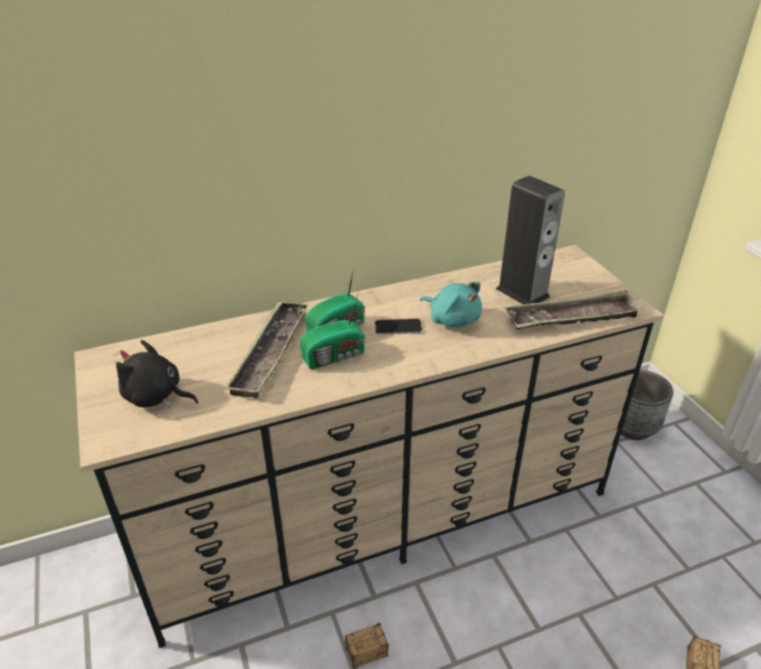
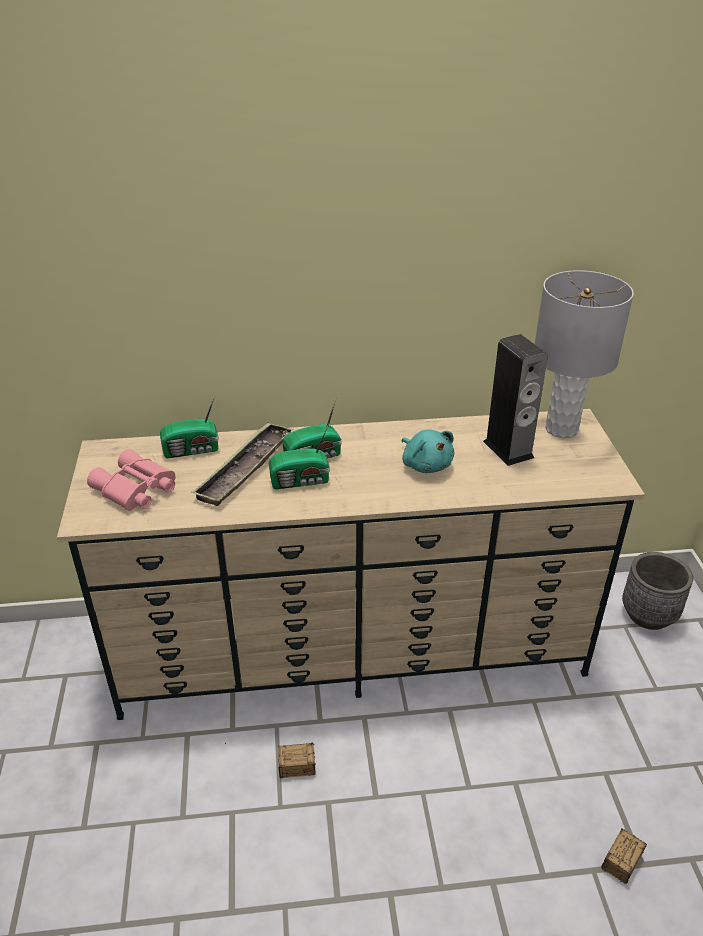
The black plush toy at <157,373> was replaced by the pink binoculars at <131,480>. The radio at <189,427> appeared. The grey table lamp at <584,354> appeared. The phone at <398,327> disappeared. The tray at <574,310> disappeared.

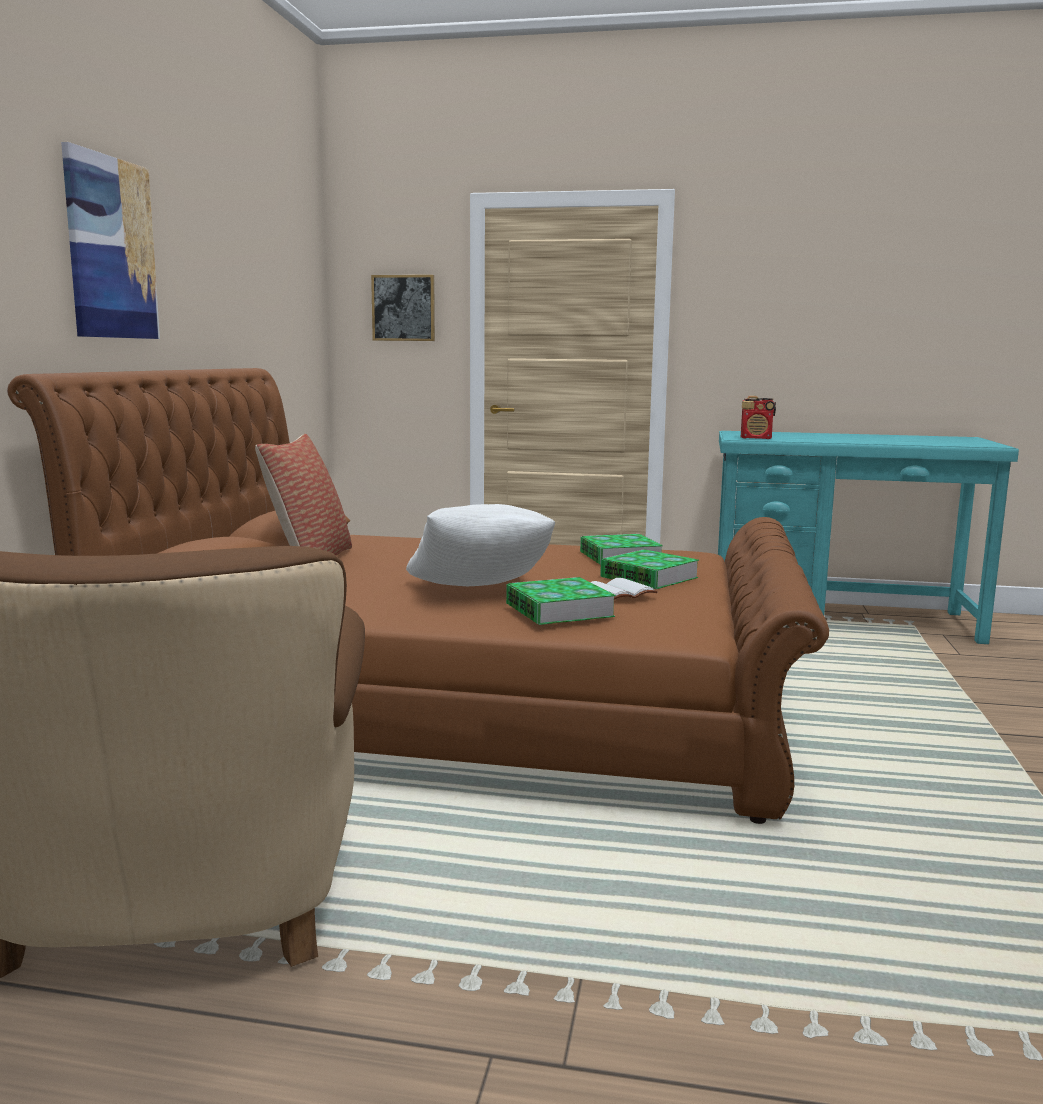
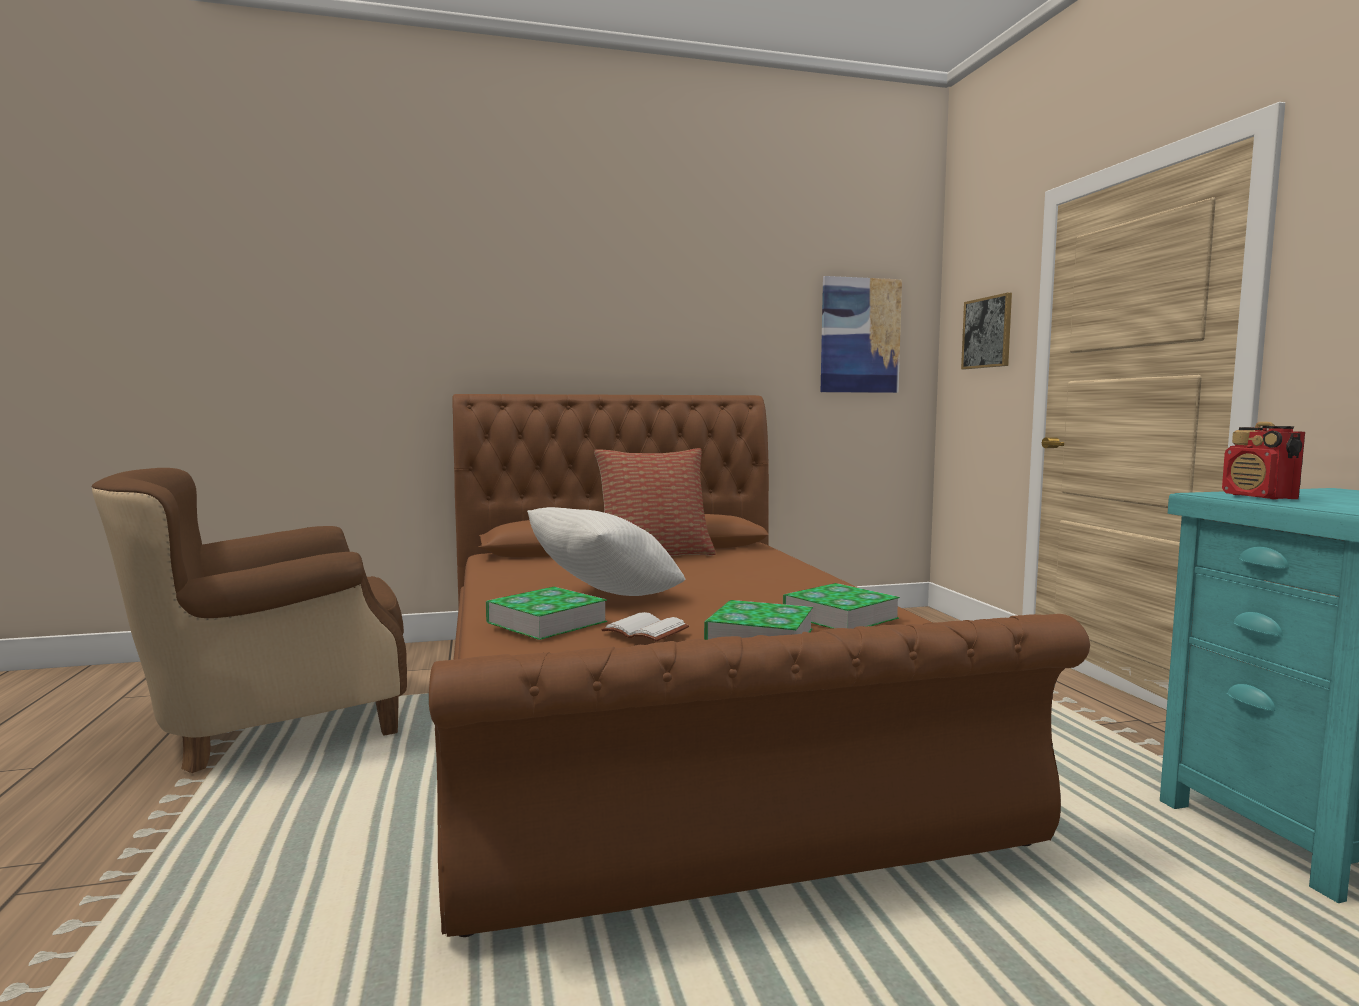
The picture moved from <110,240> to <861,334>.

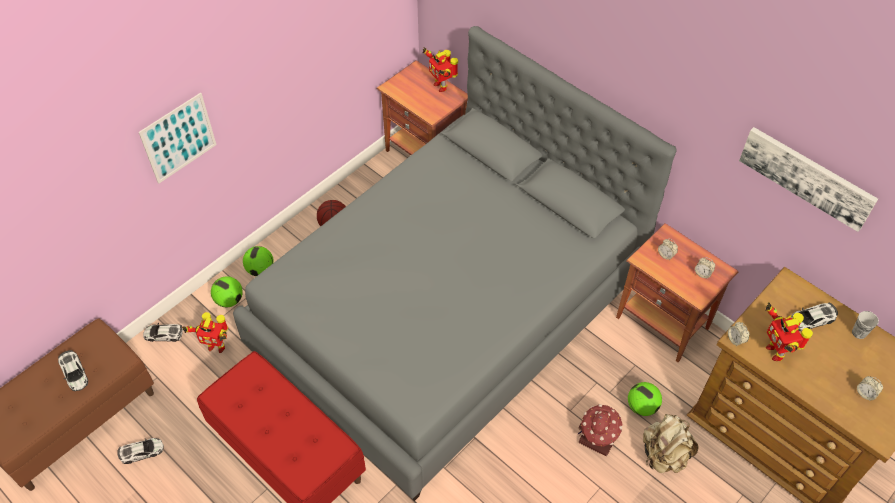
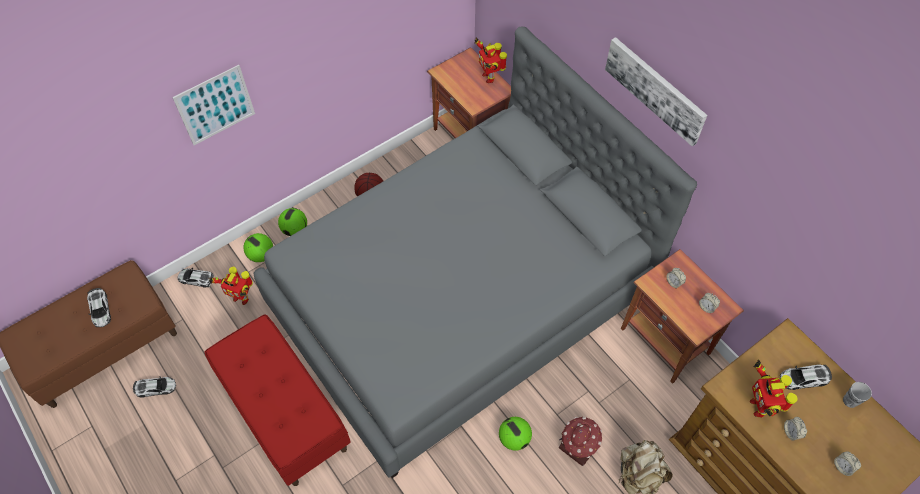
The football moved from <645,399> to <515,434>. The picture moved from <808,179> to <656,91>. The alarm clock moved from <738,334> to <795,429>.

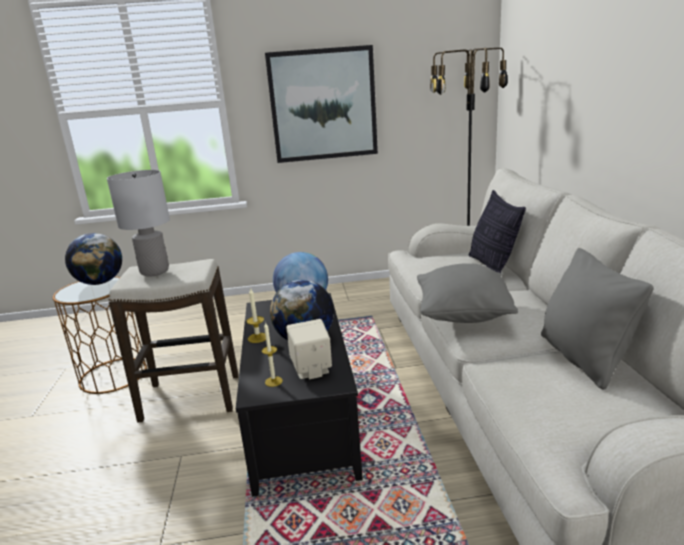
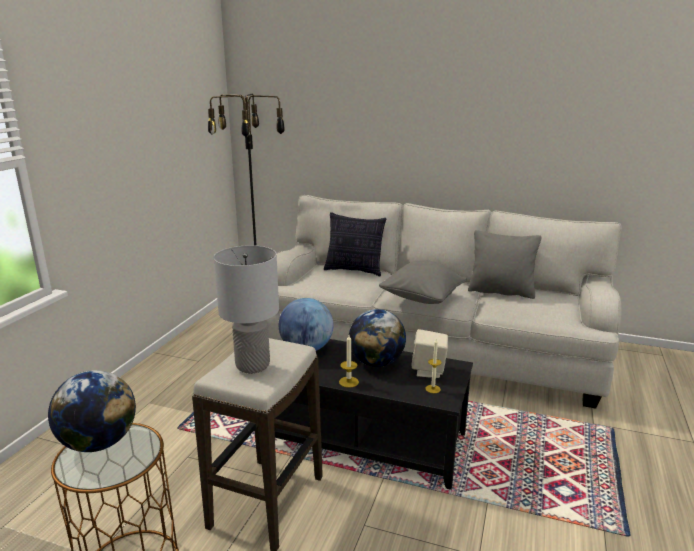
The picture at <321,104> disappeared.

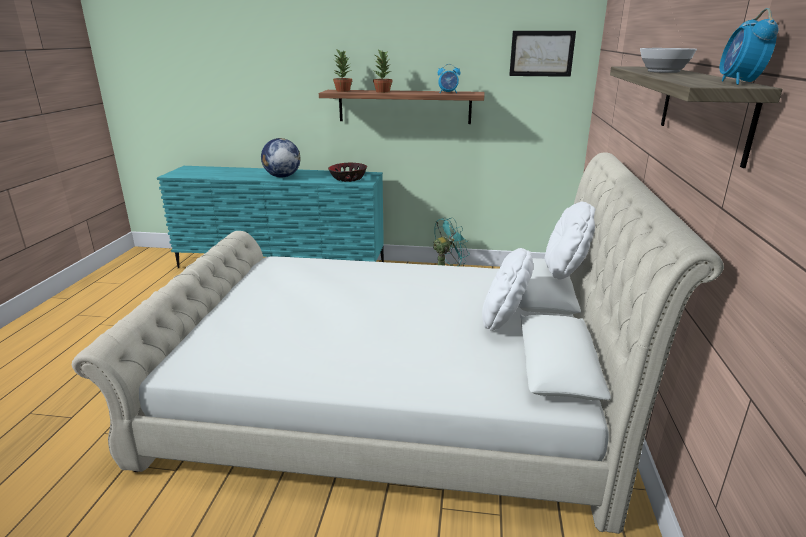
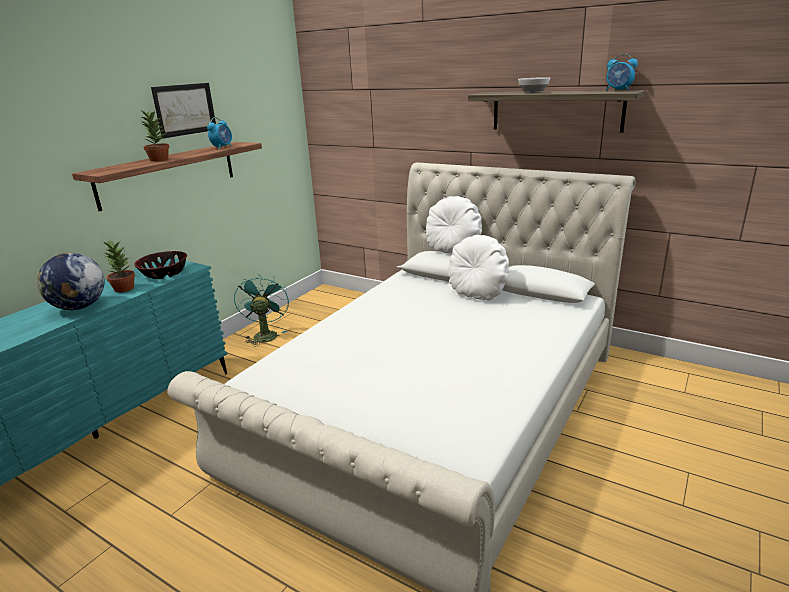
The potted plant moved from <342,71> to <118,266>. The picture moved from <542,54> to <183,111>.

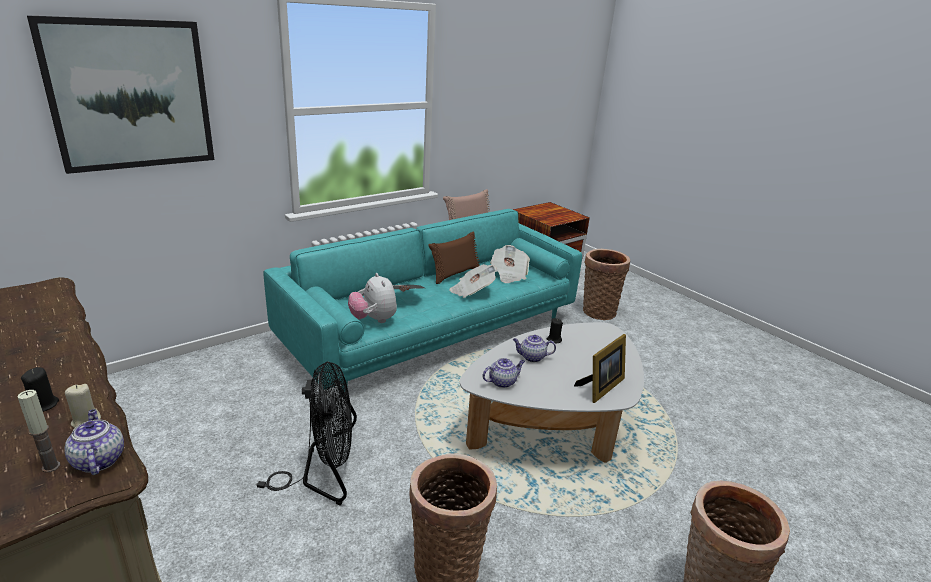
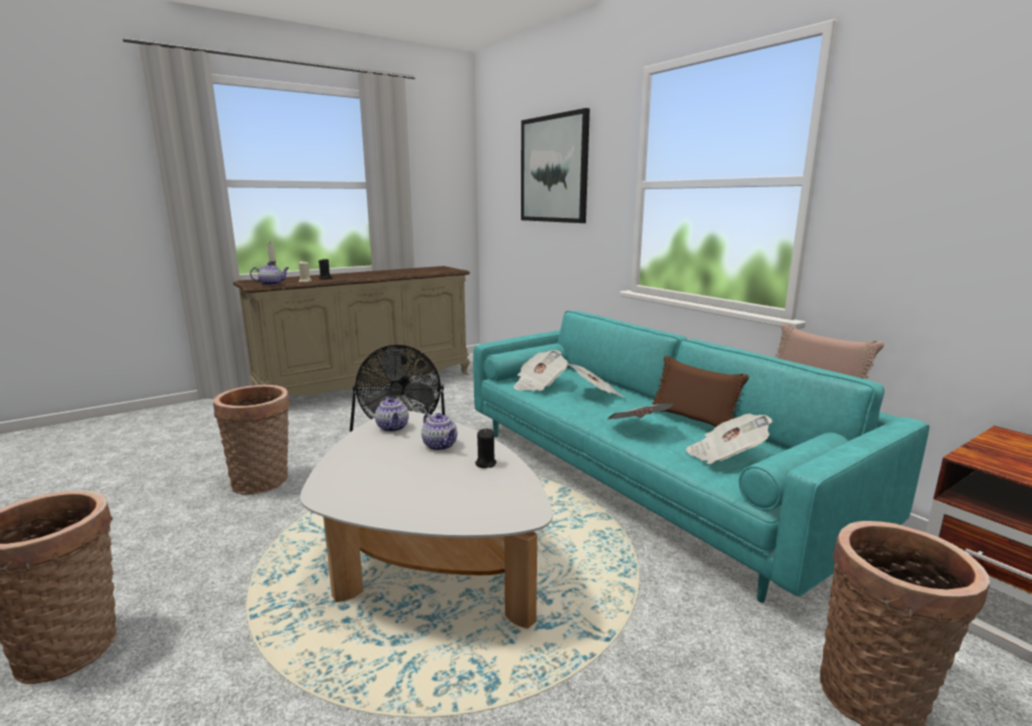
The teapot at <534,348> turned 135 degrees clockwise. The plush toy at <372,298> was replaced by the newspaper at <541,370>. The picture frame at <600,368> disappeared.

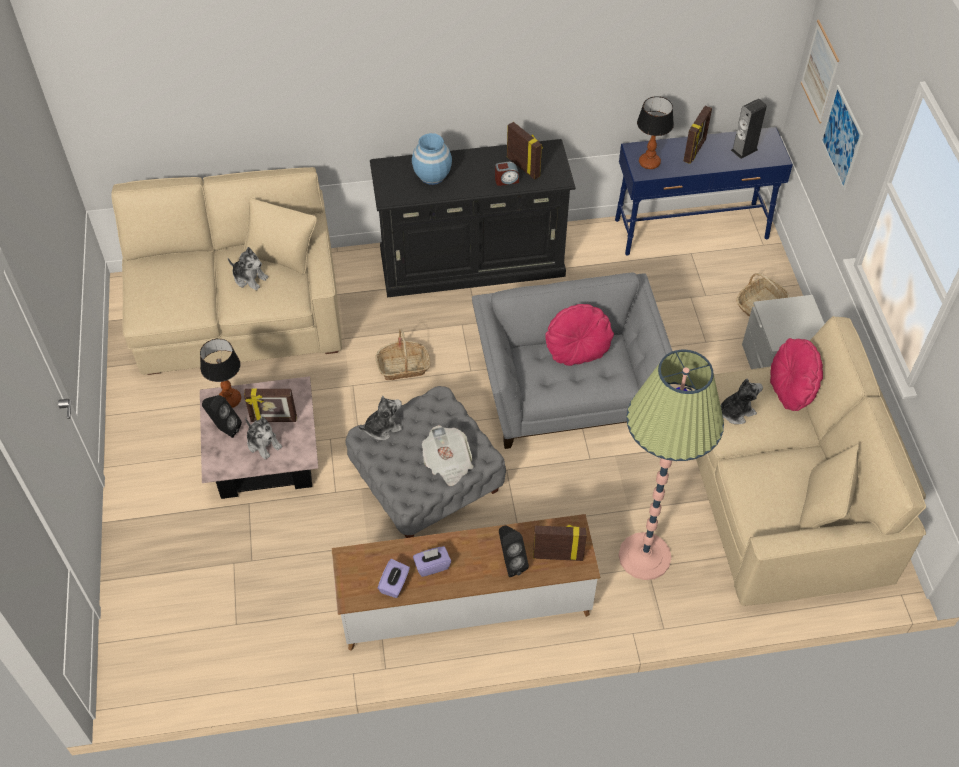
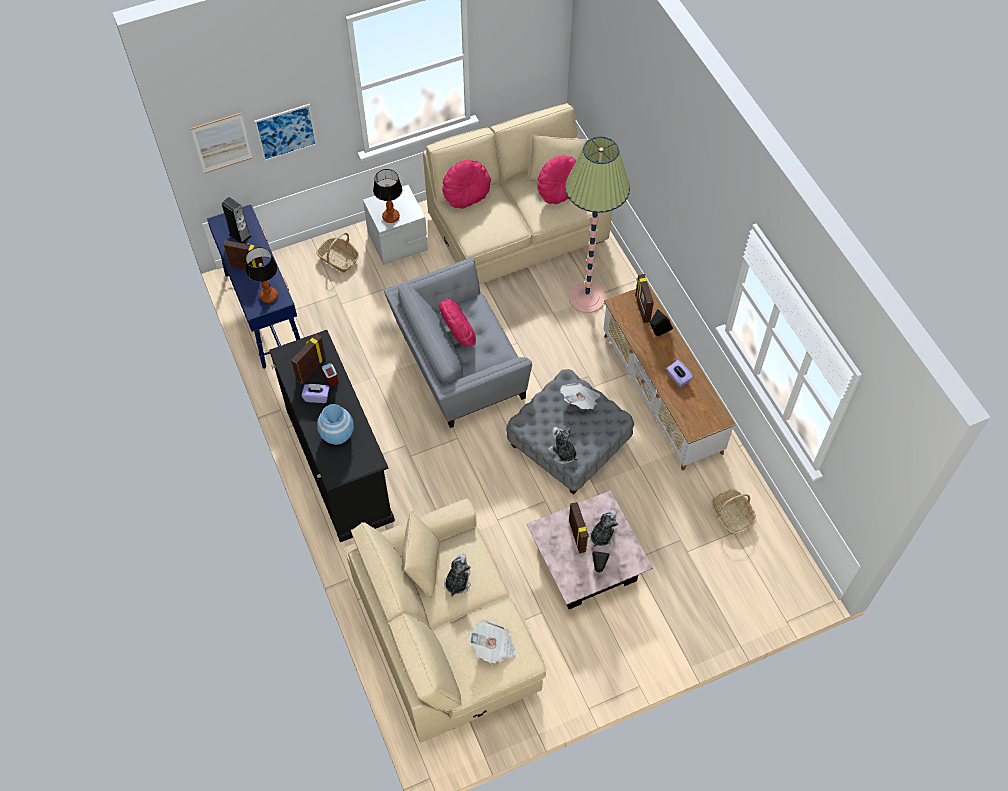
The purple tissue box moved from <394,578> to <315,393>. The table lamp moved from <220,373> to <387,196>. The newspaper at <493,642> appeared. The pink pillow at <556,179> appeared. The basket moved from <403,354> to <733,511>. The plush toy at <741,401> disappeared.

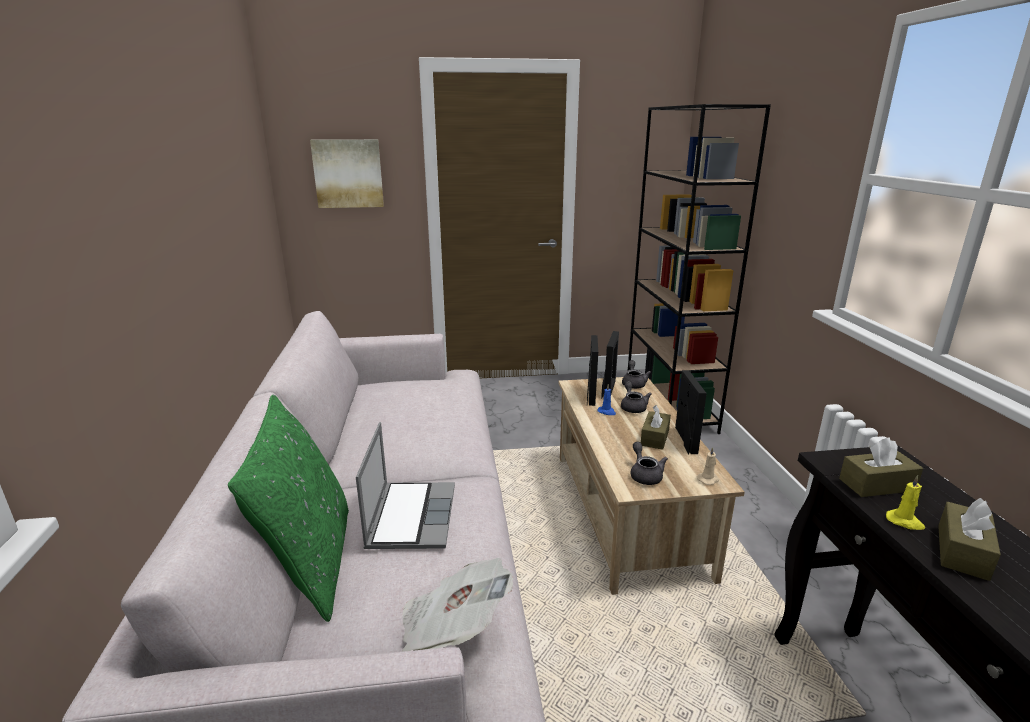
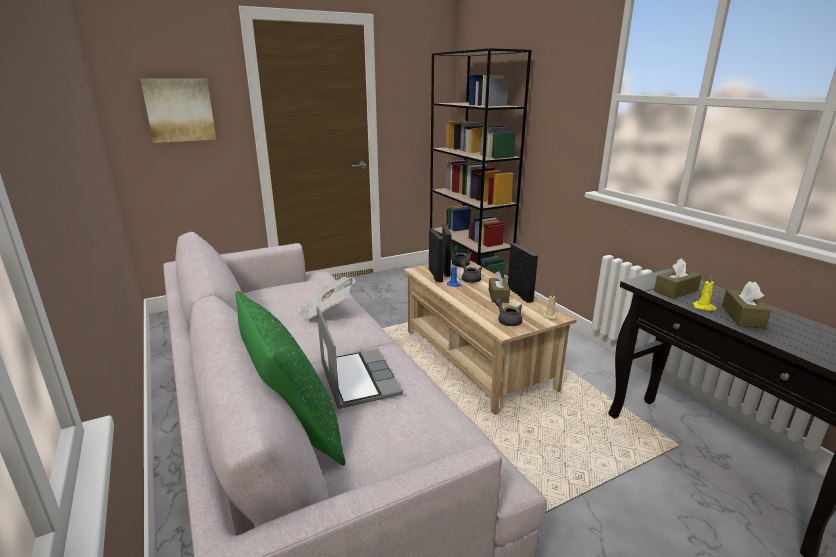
The newspaper moved from <457,605> to <326,299>.

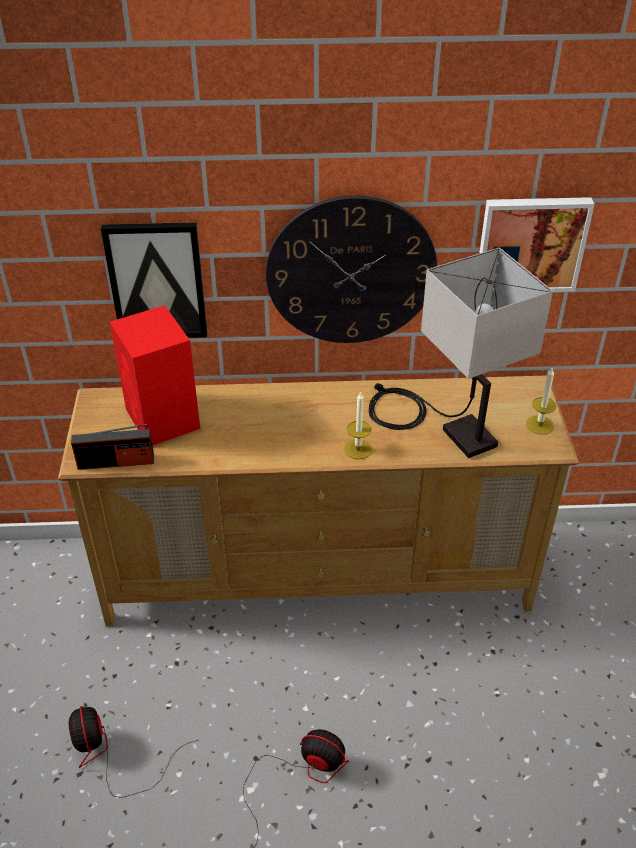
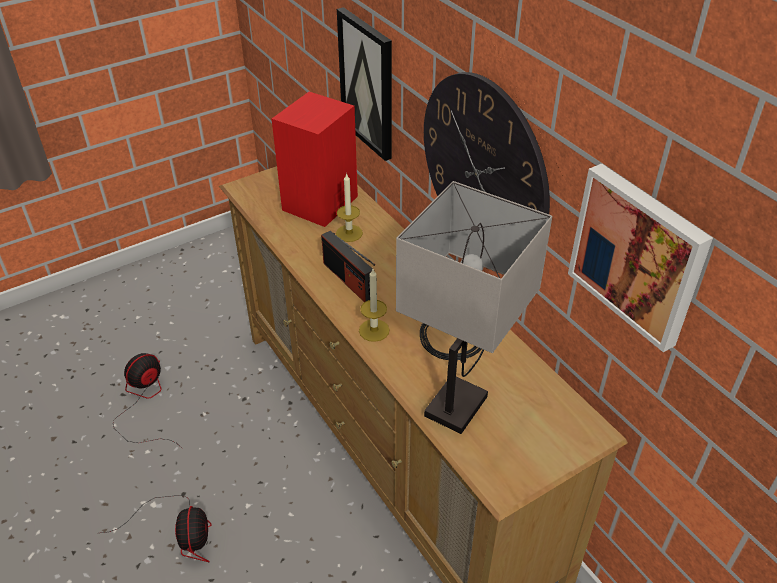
The radio moved from <112,447> to <348,266>. The candle moved from <541,401> to <349,207>.

